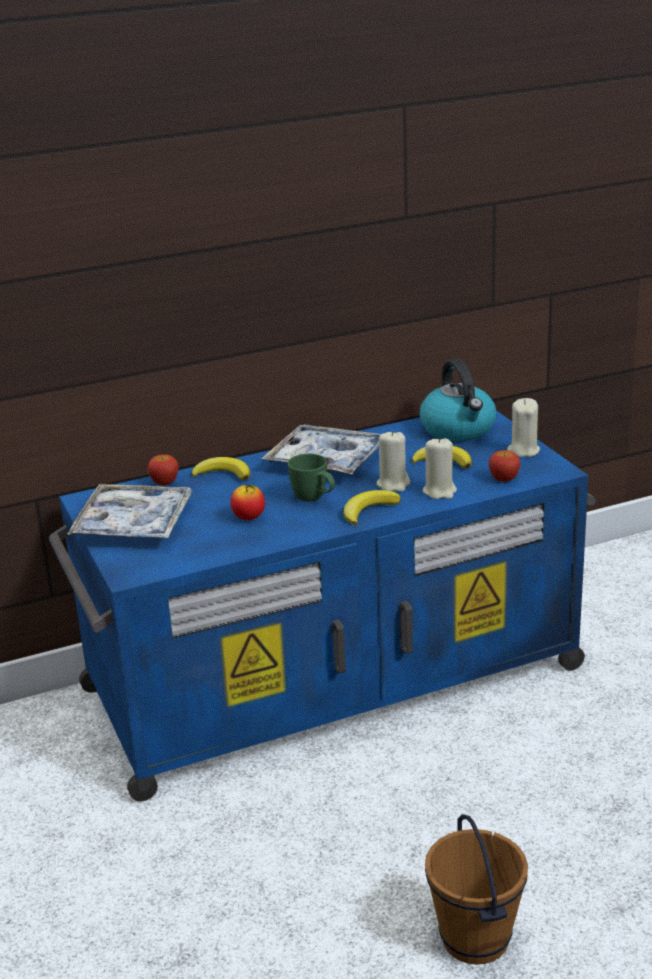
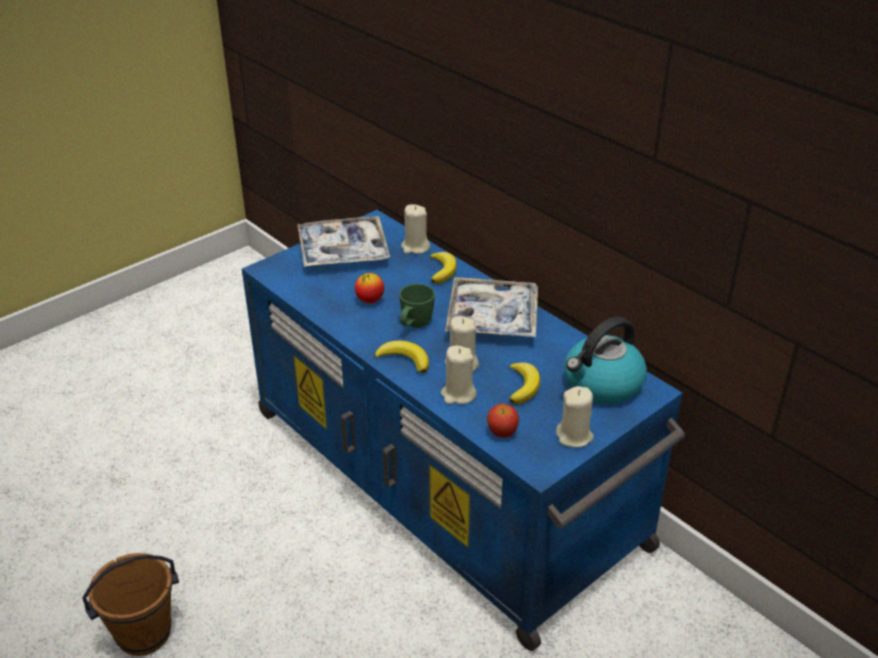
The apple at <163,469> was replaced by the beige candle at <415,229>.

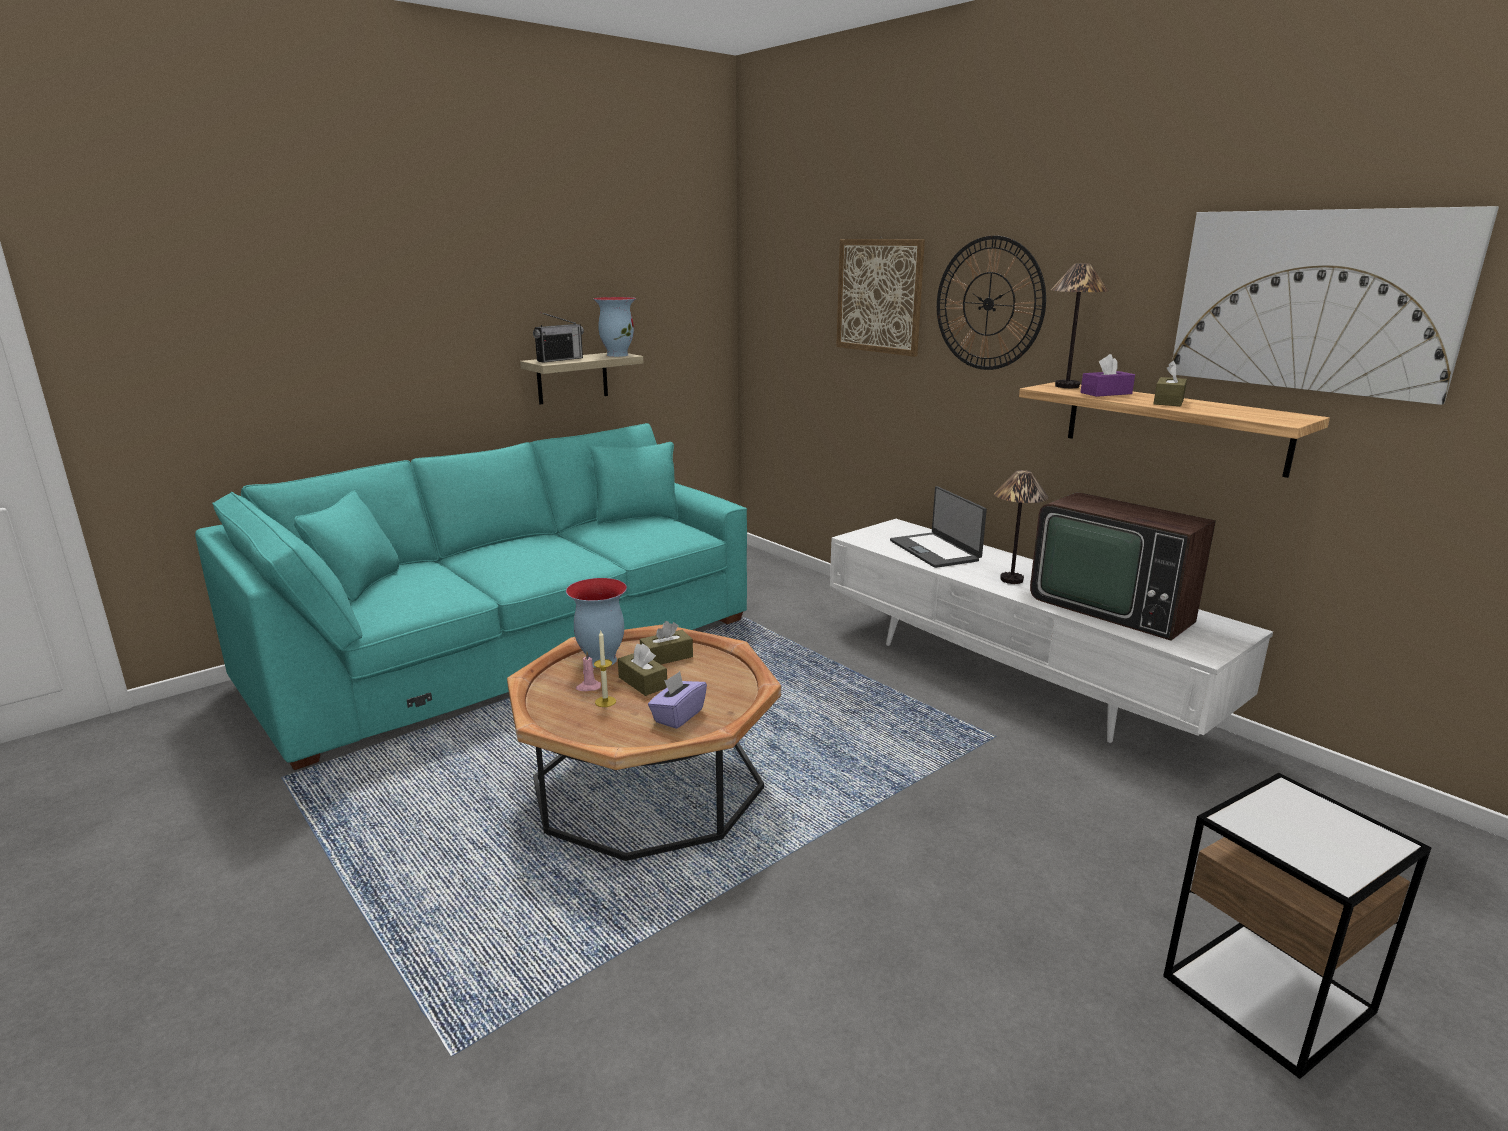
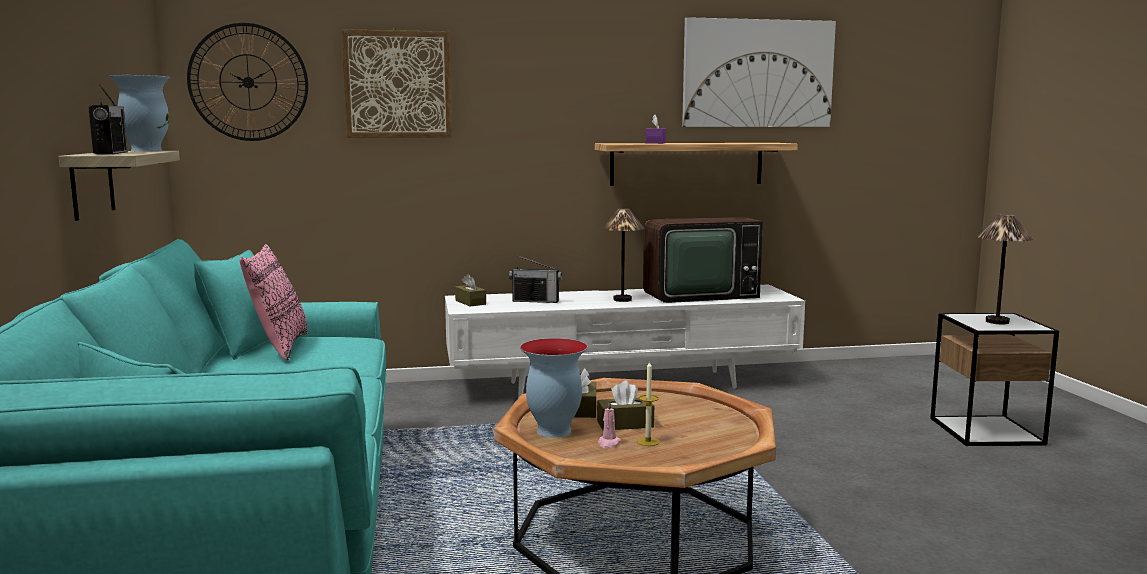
The wall clock moved from <991,303> to <247,82>. The pink pillow at <273,302> appeared. The brown tissue box moved from <1170,383> to <470,290>. The laptop at <938,527> was replaced by the radio at <535,279>. The table lamp moved from <1079,326> to <1005,269>. The purple tissue box at <677,700> disappeared.

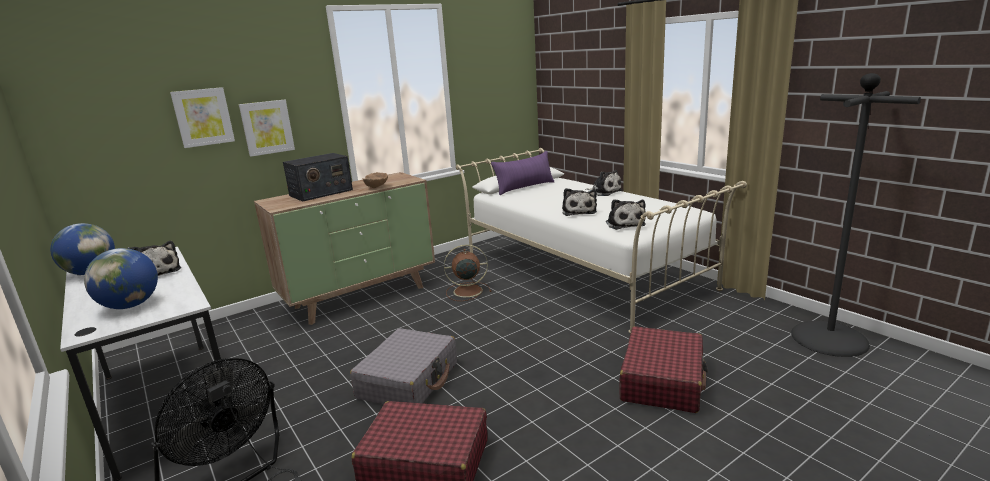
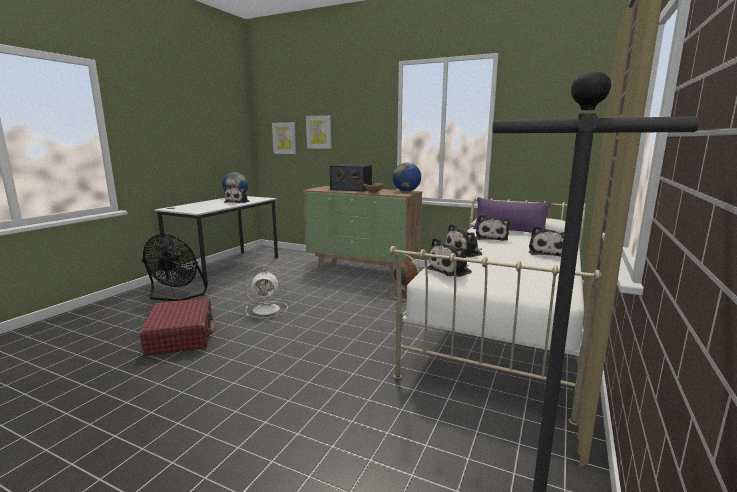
The grey suitcase at <403,366> was replaced by the white fan at <266,291>. The picture moved from <267,128> to <284,138>. The globe moved from <121,278> to <406,177>. The plush toy at <493,228> appeared. The red suitcase at <663,369> disappeared.

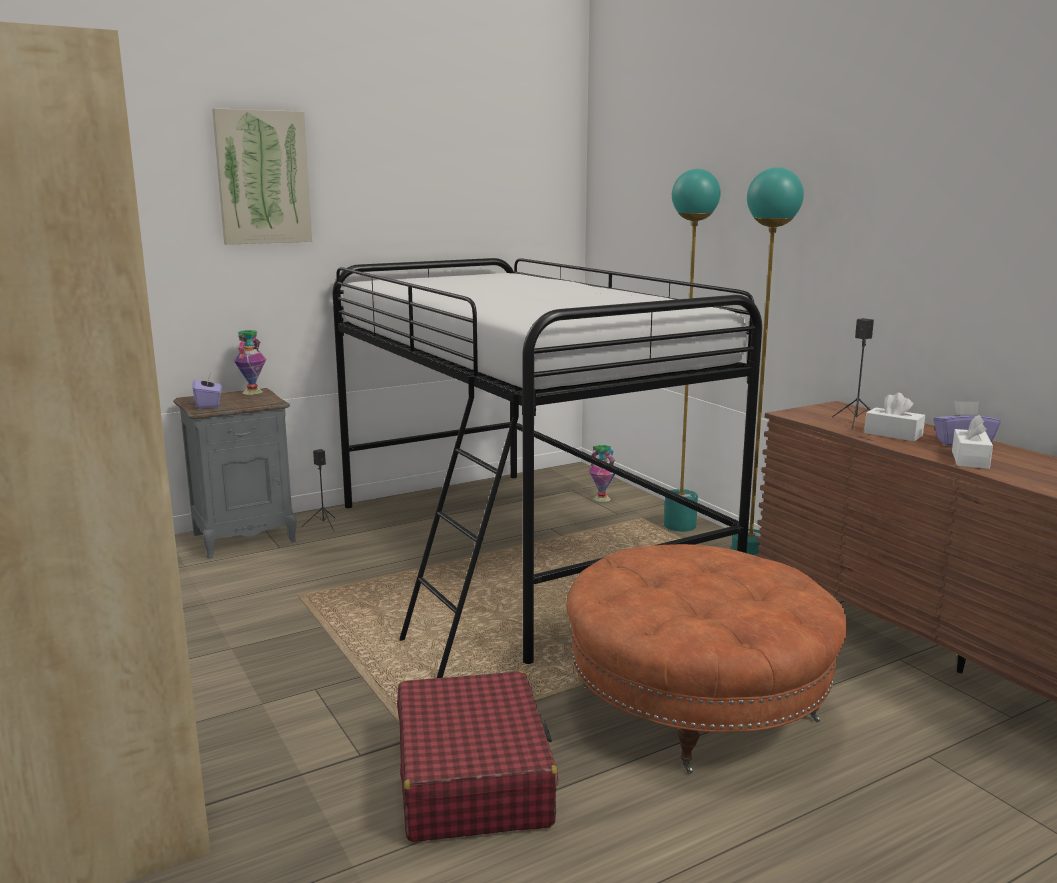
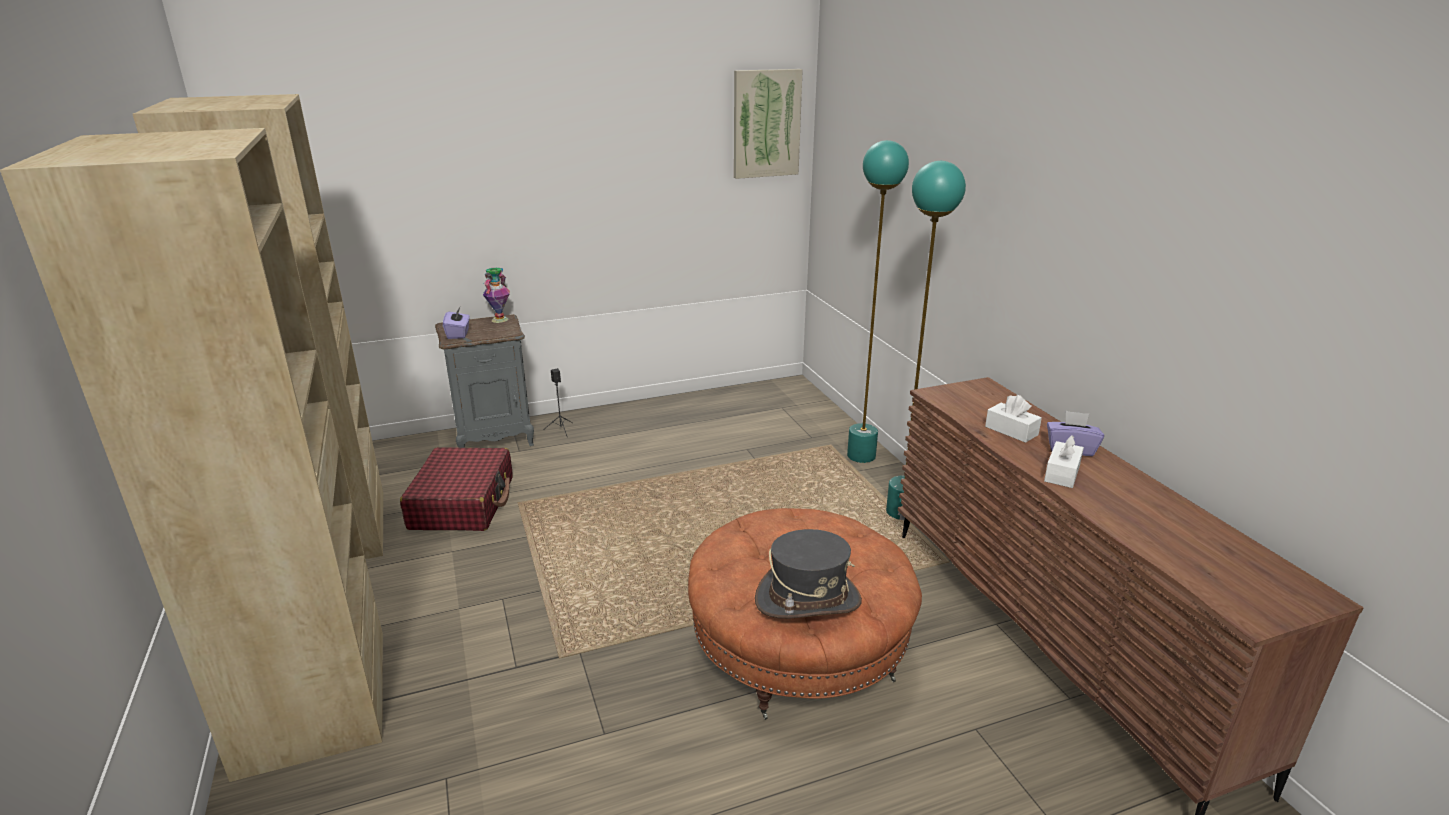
The red suitcase moved from <477,756> to <456,489>. The picture moved from <262,176> to <768,124>. The grey hat at <808,574> appeared. The black bed at <547,468> disappeared. The vase at <601,473> disappeared. The black speaker at <853,374> disappeared.

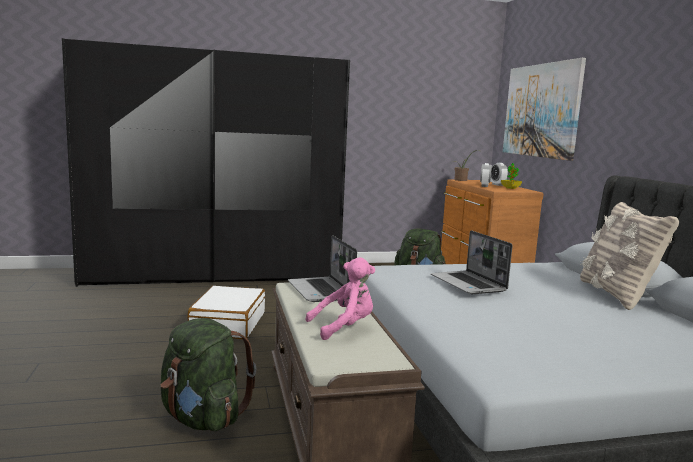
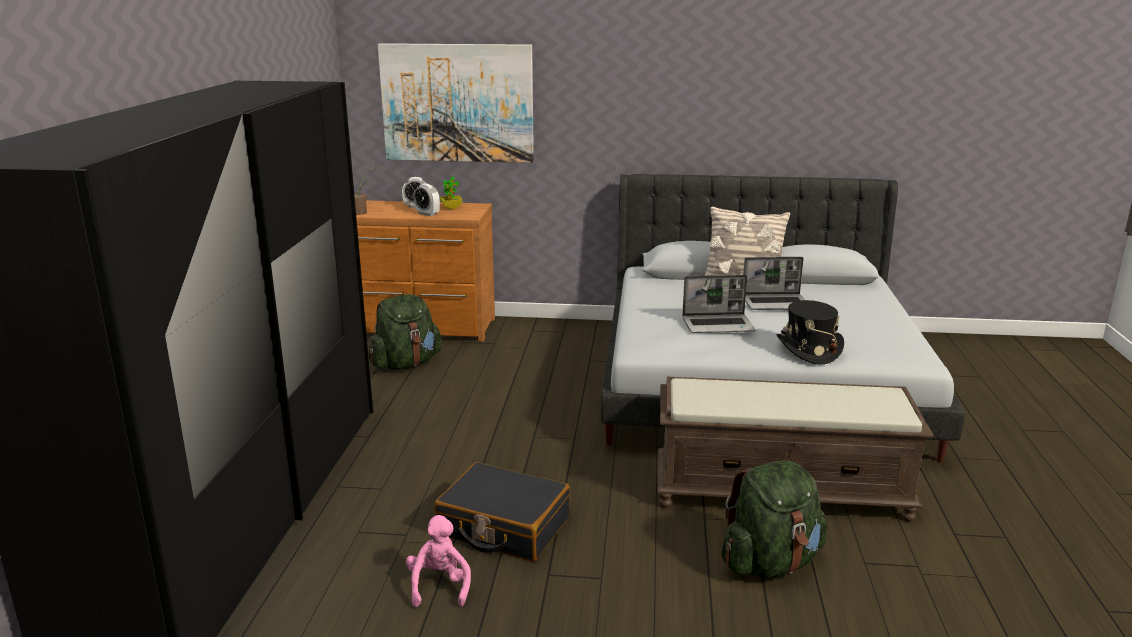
The pink plush toy moved from <340,298> to <438,561>. The white suitcase at <226,312> became the black suitcase at <502,512>. The laptop moved from <322,268> to <774,283>. The black hat at <810,332> appeared.

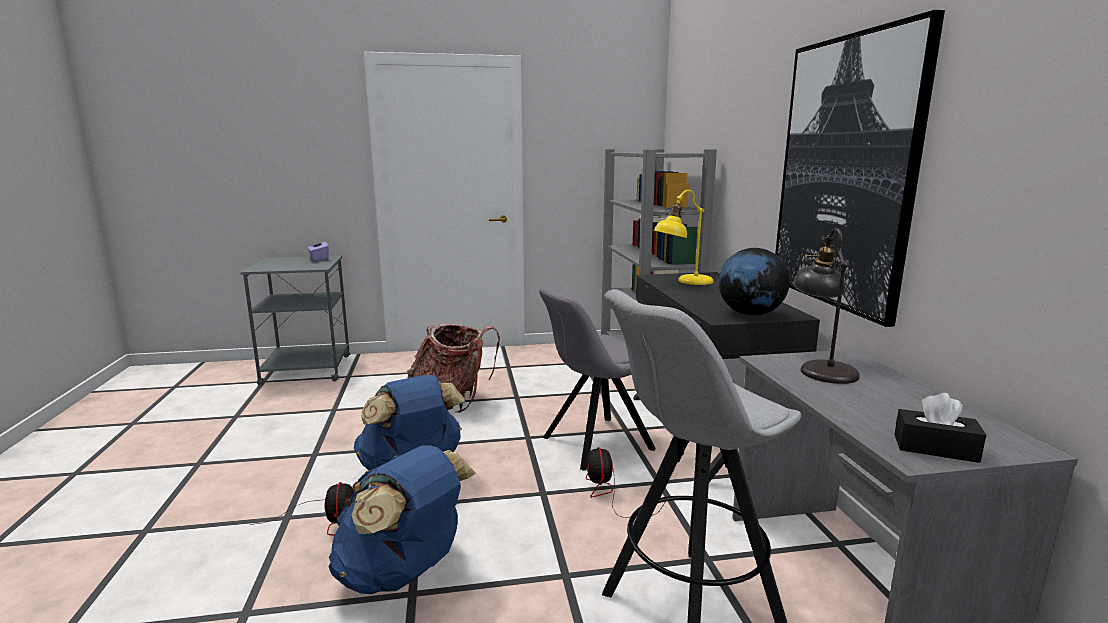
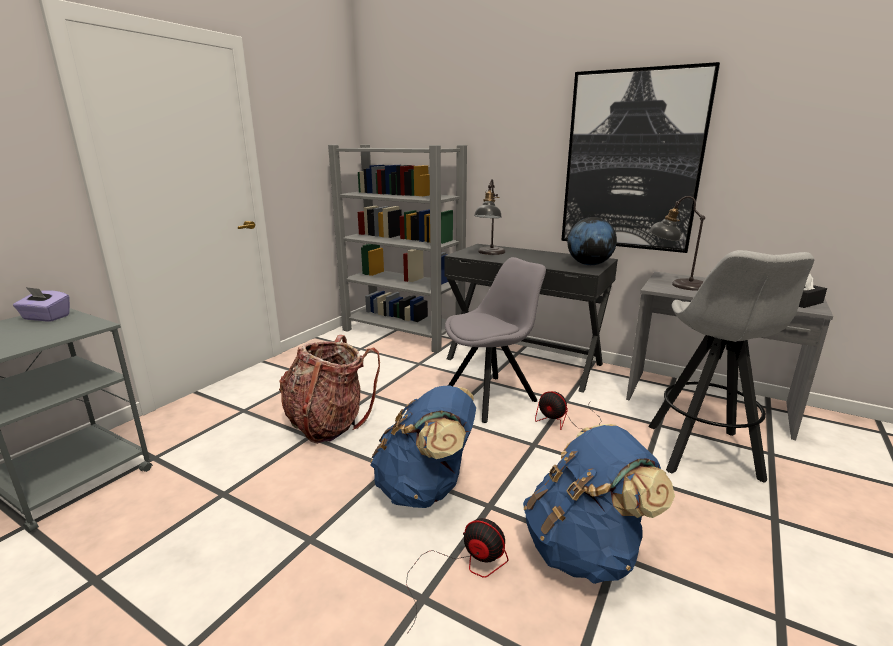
The grey chair at <597,378> turned 135 degrees counterclockwise. The yellow table lamp at <683,237> became the grey table lamp at <489,217>.

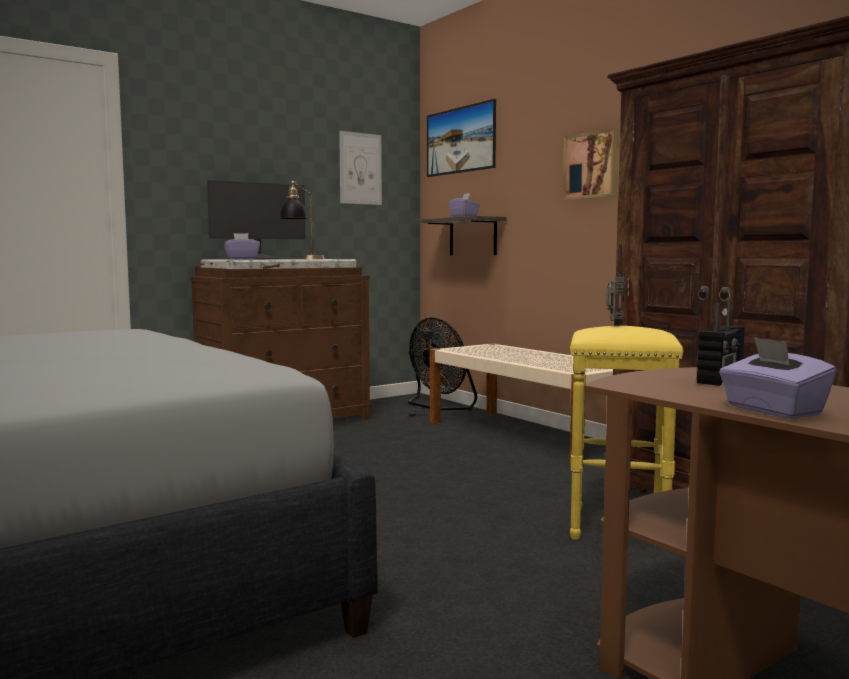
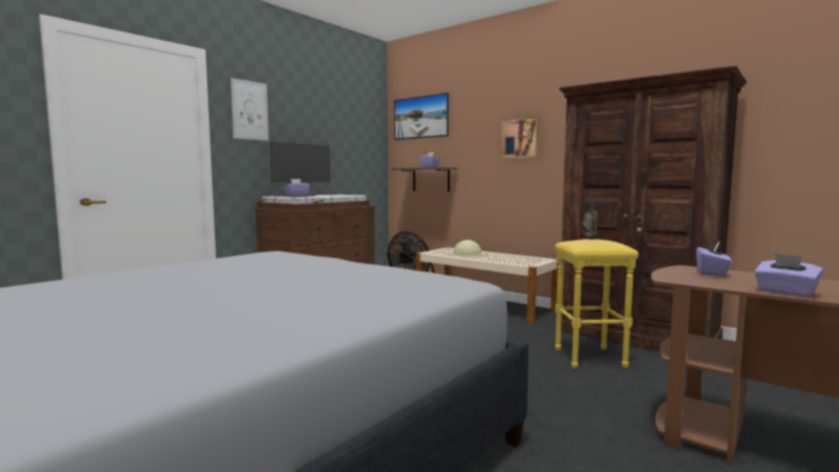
The picture moved from <360,168> to <250,109>. The beige hat at <467,248> appeared. The radio at <721,343> was replaced by the purple tissue box at <714,259>. The table lamp at <302,220> disappeared.

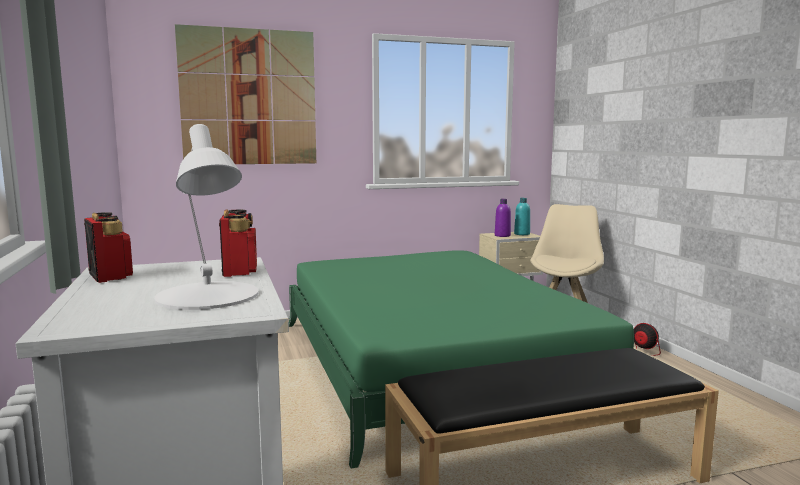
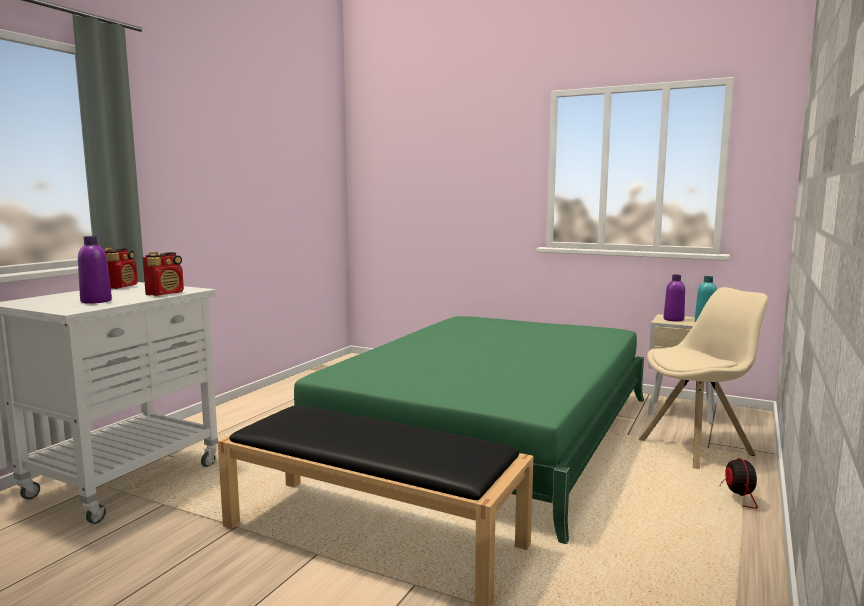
The white table lamp at <206,217> was replaced by the purple bottle at <95,270>. The picture at <245,94> disappeared.

